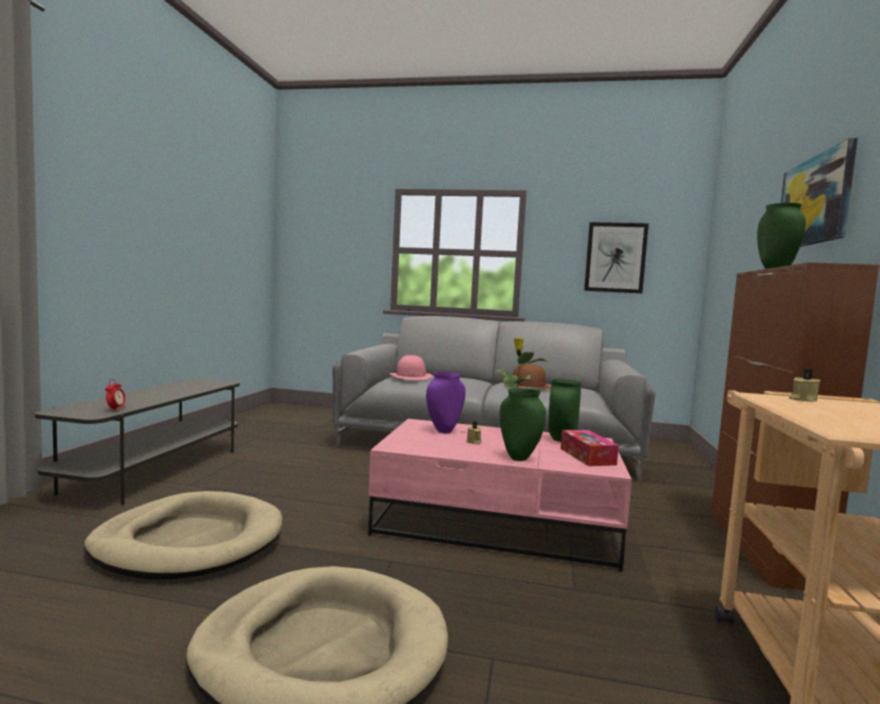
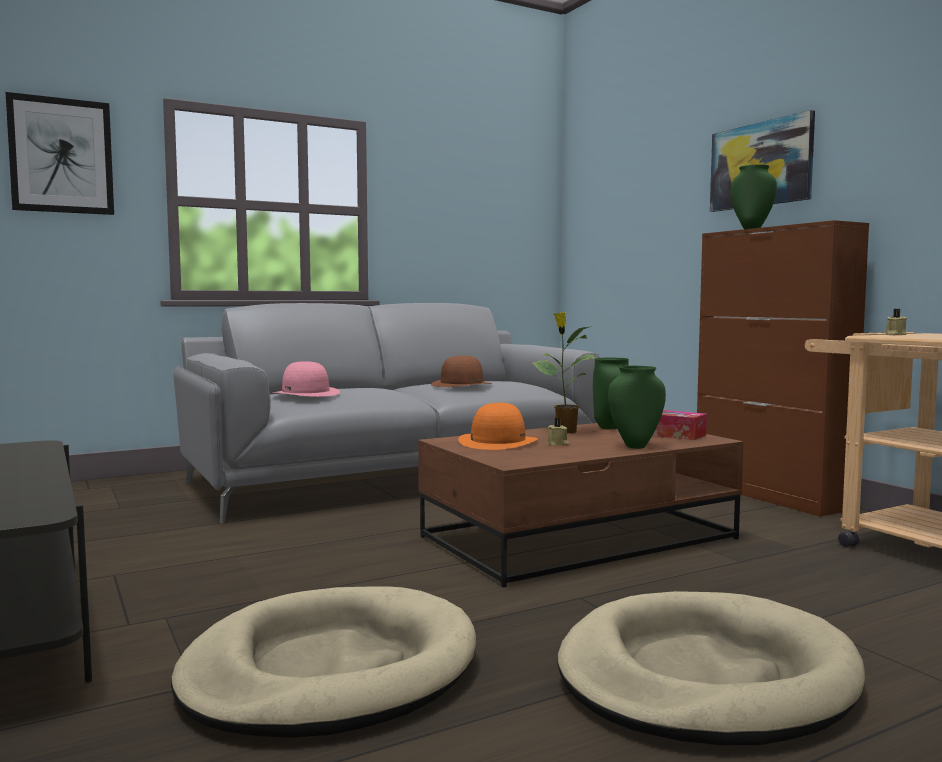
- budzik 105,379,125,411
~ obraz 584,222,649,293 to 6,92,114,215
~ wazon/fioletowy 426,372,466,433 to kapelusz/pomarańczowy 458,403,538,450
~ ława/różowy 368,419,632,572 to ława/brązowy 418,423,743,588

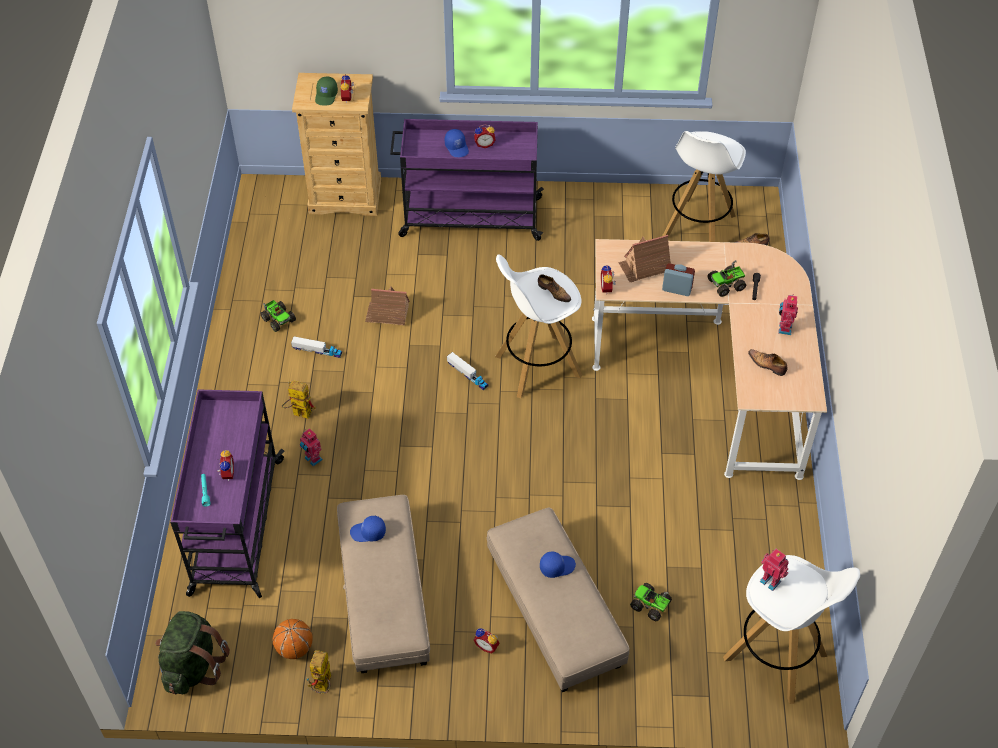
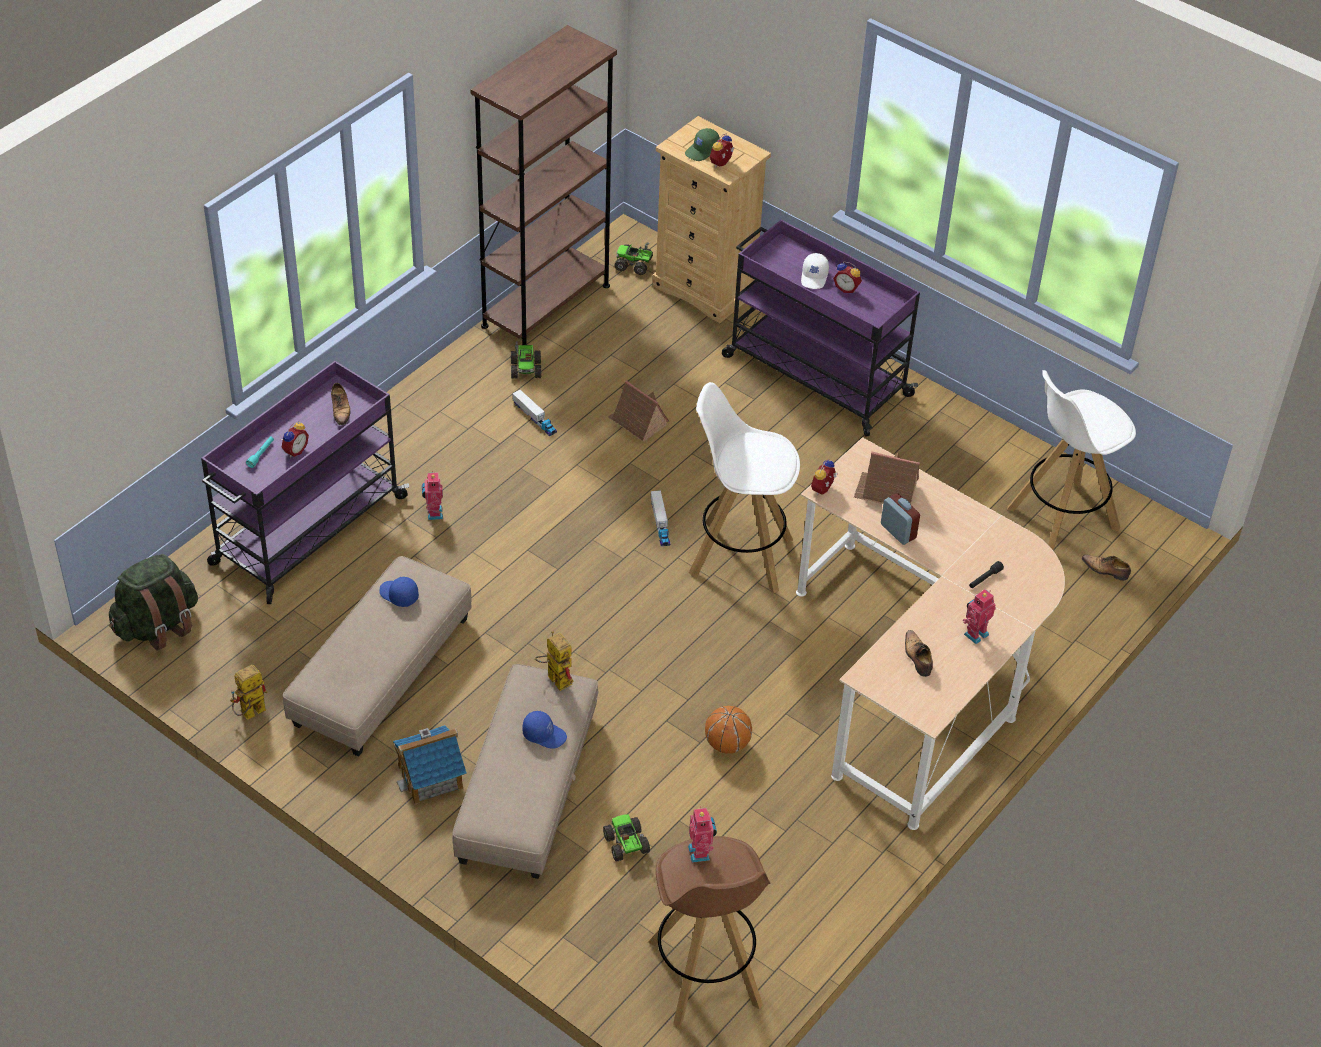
+ regał/brązowy 471,25,617,345
~ piłka do koszykówki 273,619,313,659 to 705,706,752,754
~ robot zabawkowy 281,380,316,419 to 535,631,574,691
~ but 538,274,571,302 to 331,383,351,425
~ ciężarówka zabawkowa 707,260,746,297 to 614,242,653,275
~ budzik 474,628,500,654 to domek 393,725,467,804
~ czapka z daszkiem/niebieski 445,129,469,157 to czapka z daszkiem/biały 801,253,829,289
~ stołek/biały 723,555,860,704 to stołek/brązowy 648,836,771,1027

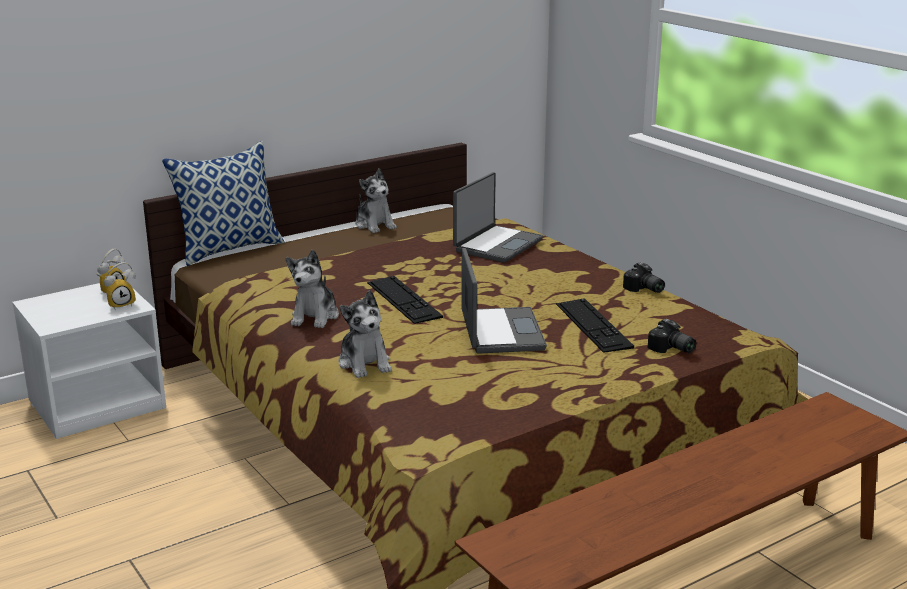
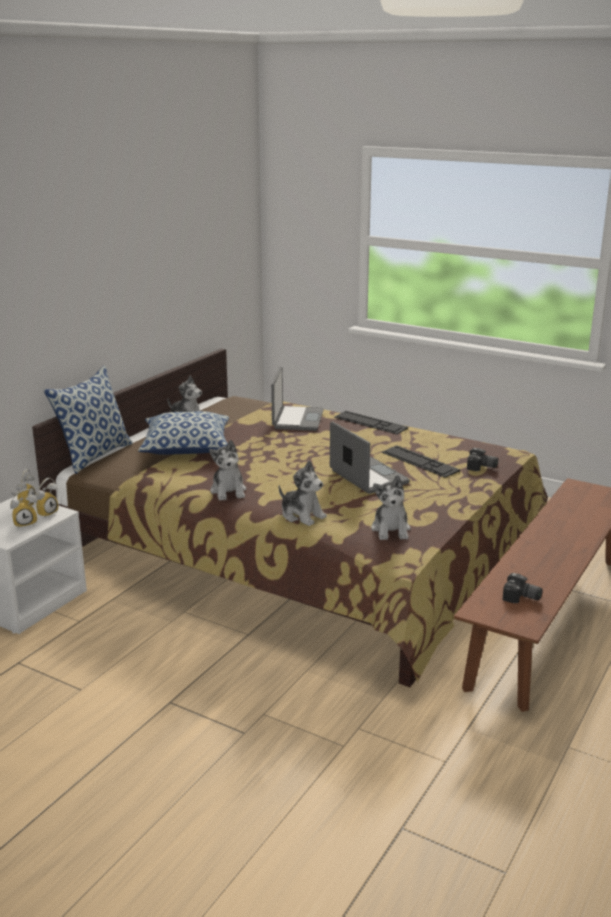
+ budzik 10,489,37,528
+ poduszka 138,411,229,455
+ pluszak 371,475,411,540
~ klawiatura 367,276,443,324 to 334,411,408,434
~ aparat fotograficzny 623,262,665,293 to 502,573,543,603

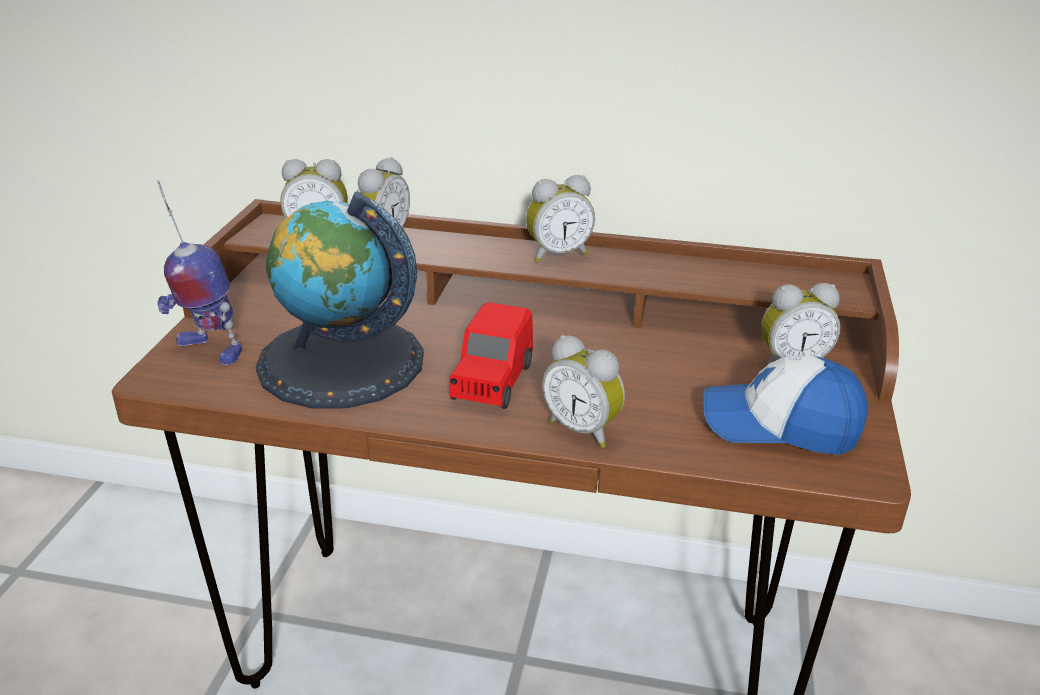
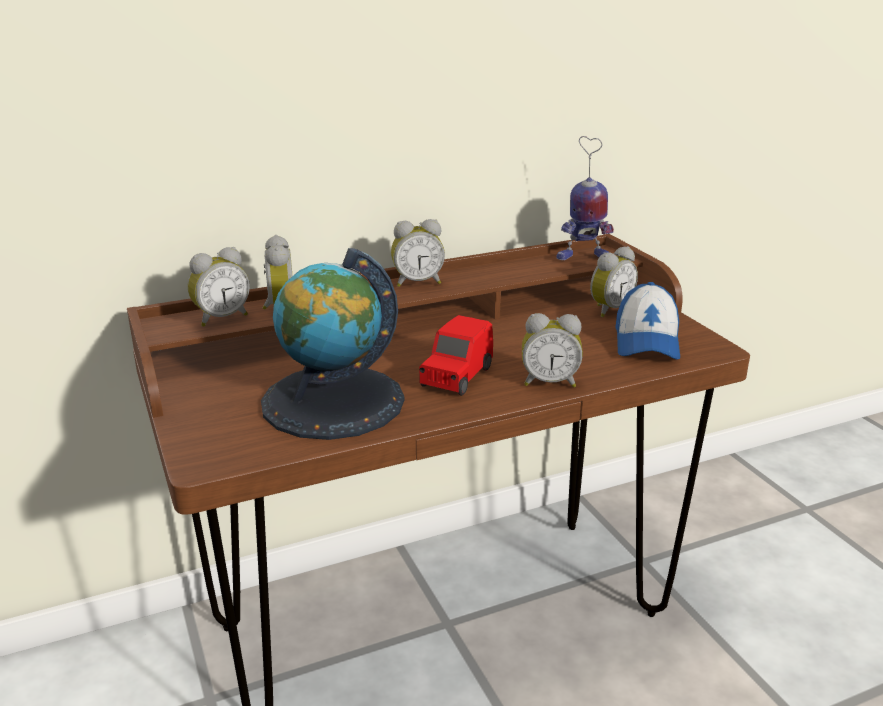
~ robot zabawkowy 157,181,242,365 to 557,136,614,260
~ samochodzik/czerwony 449,302,533,409 = 419,315,493,396 45 degrees clockwise
~ budzik 526,175,595,262 = 391,219,445,287 45 degrees clockwise
~ czapka z daszkiem 703,355,869,455 = 615,282,680,360 60 degrees counterclockwise

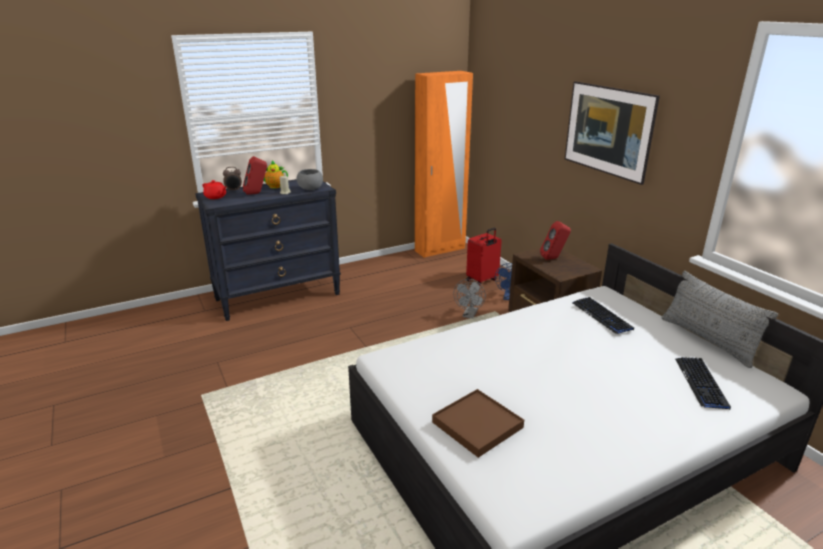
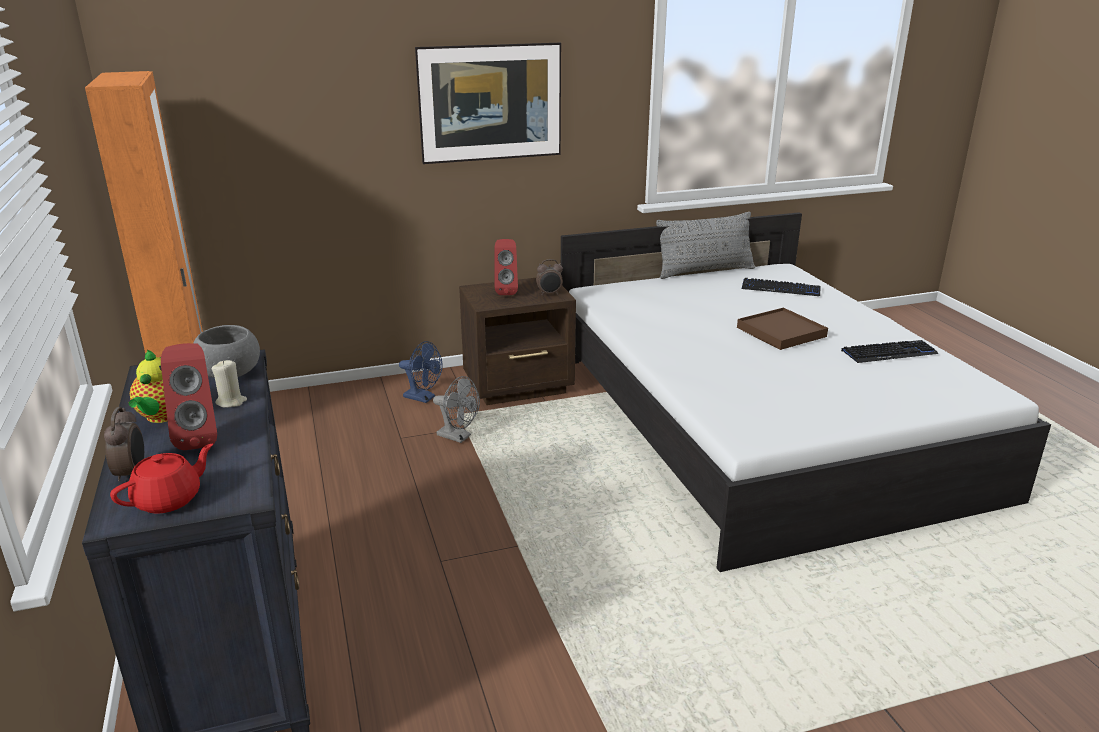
- walizka/czerwony 466,228,502,286
+ budzik 536,259,563,295
~ taca/brązowy 432,389,524,458 to 737,308,828,350
~ klawiatura 572,297,634,334 to 841,340,939,363

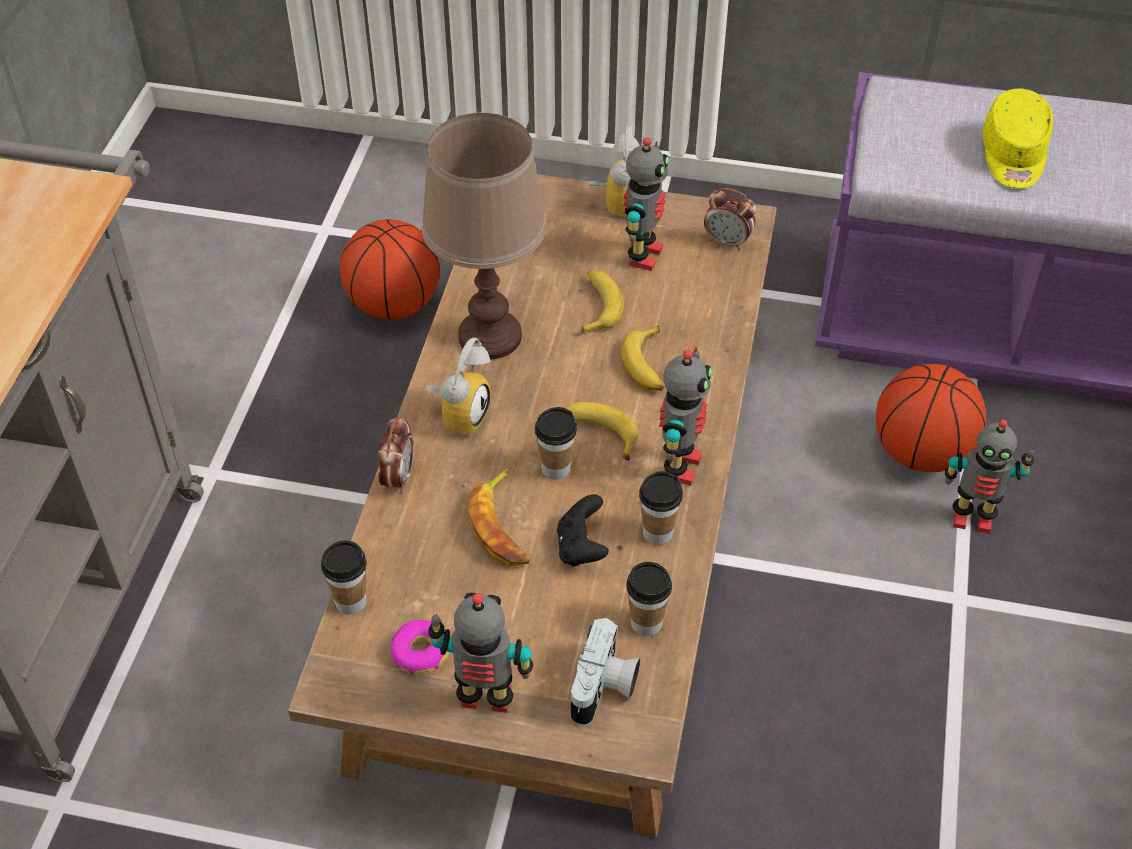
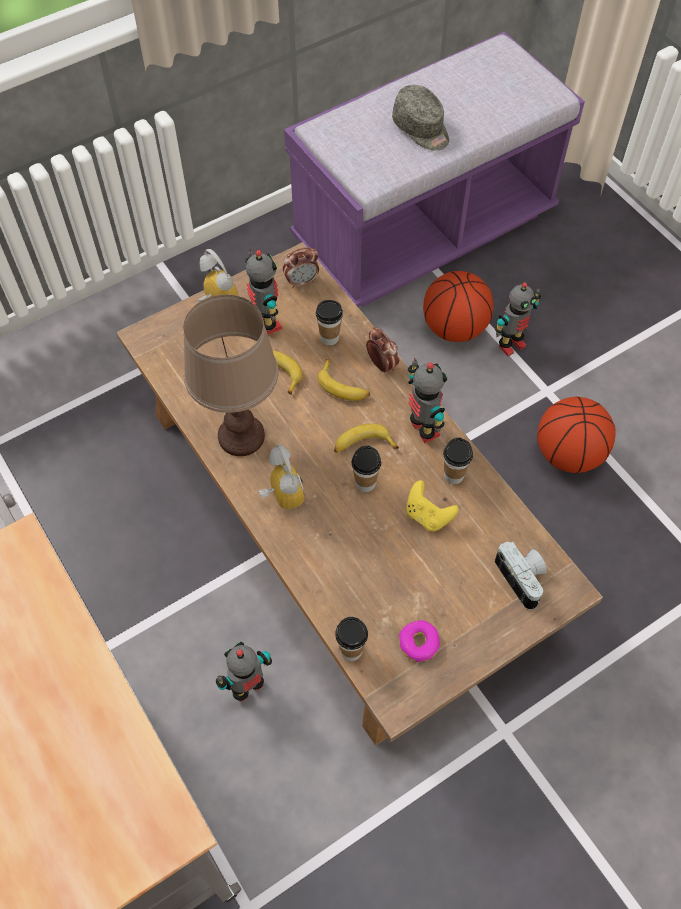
- banan 468,467,530,566
~ piłka do koszykówki 340,219,440,320 to 537,397,616,473
~ budzik 378,415,414,494 to 366,327,399,374
~ robot zabawkowy 428,592,533,713 to 216,642,272,702
~ filiżanka 626,562,672,636 to 316,300,343,345
~ pad do gier/czarny 557,494,609,567 to pad do gier/żółty 406,480,459,532
~ czapka z daszkiem/żółty 982,89,1053,189 to czapka z daszkiem/szary 392,85,449,151

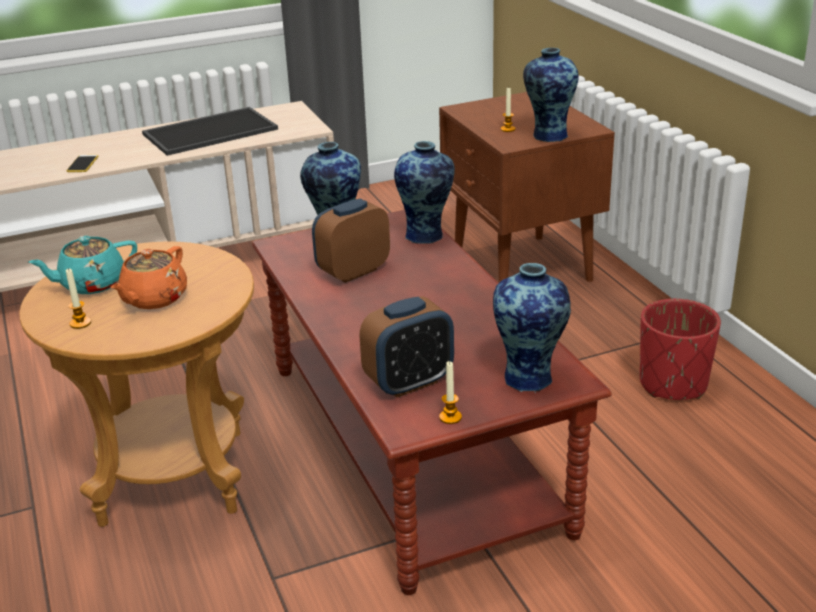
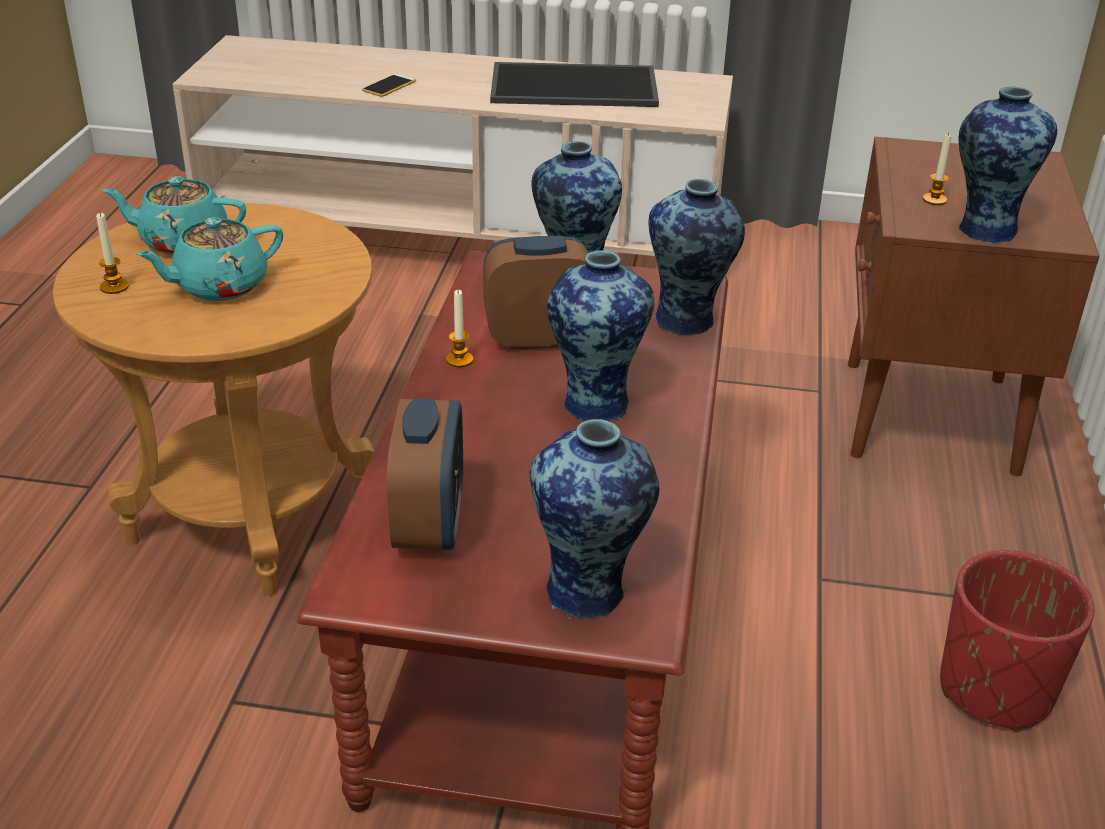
+ wazon 547,250,654,421
~ świeca 439,361,462,424 to 446,290,473,367
~ imbryk/pomarańczowy 111,246,187,309 to imbryk/turkusowy 136,217,283,301
~ budzik 360,296,454,398 = 387,399,463,550 90 degrees counterclockwise

